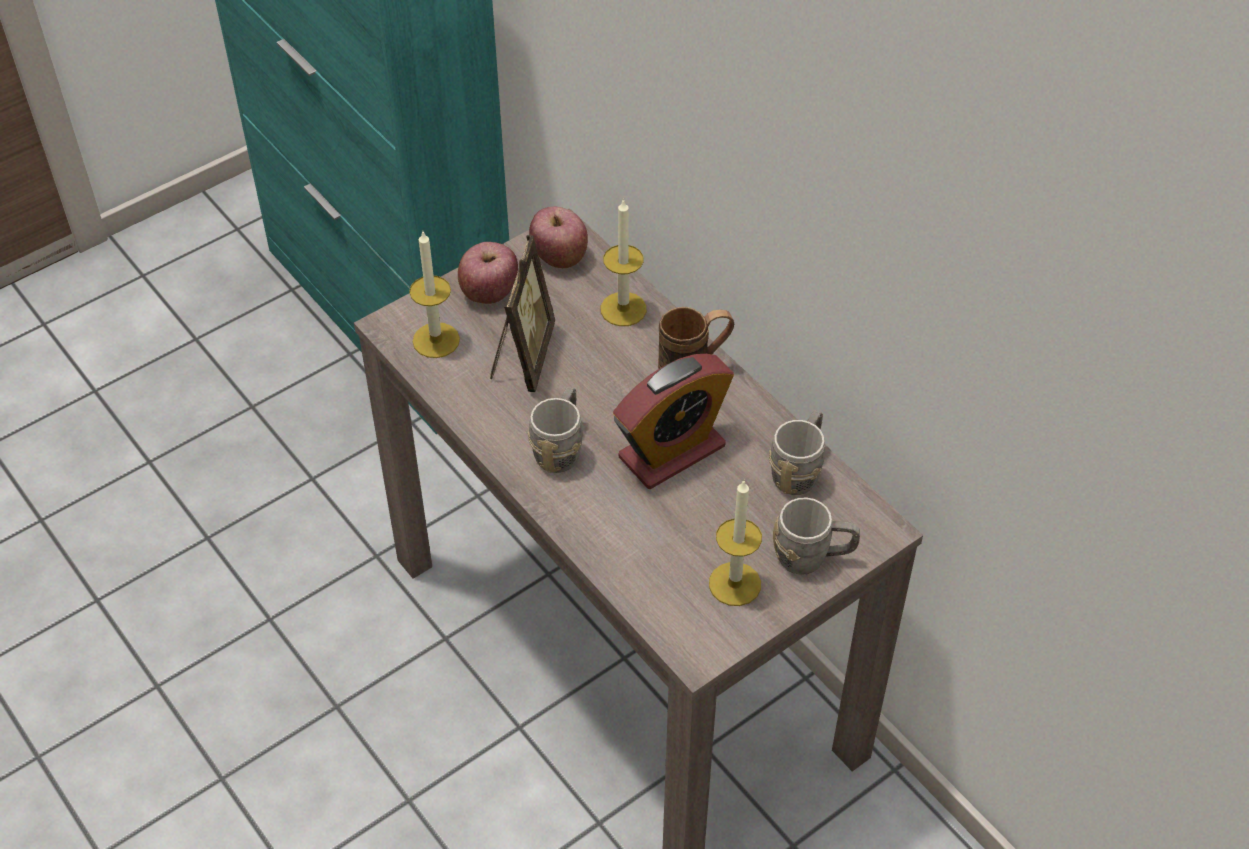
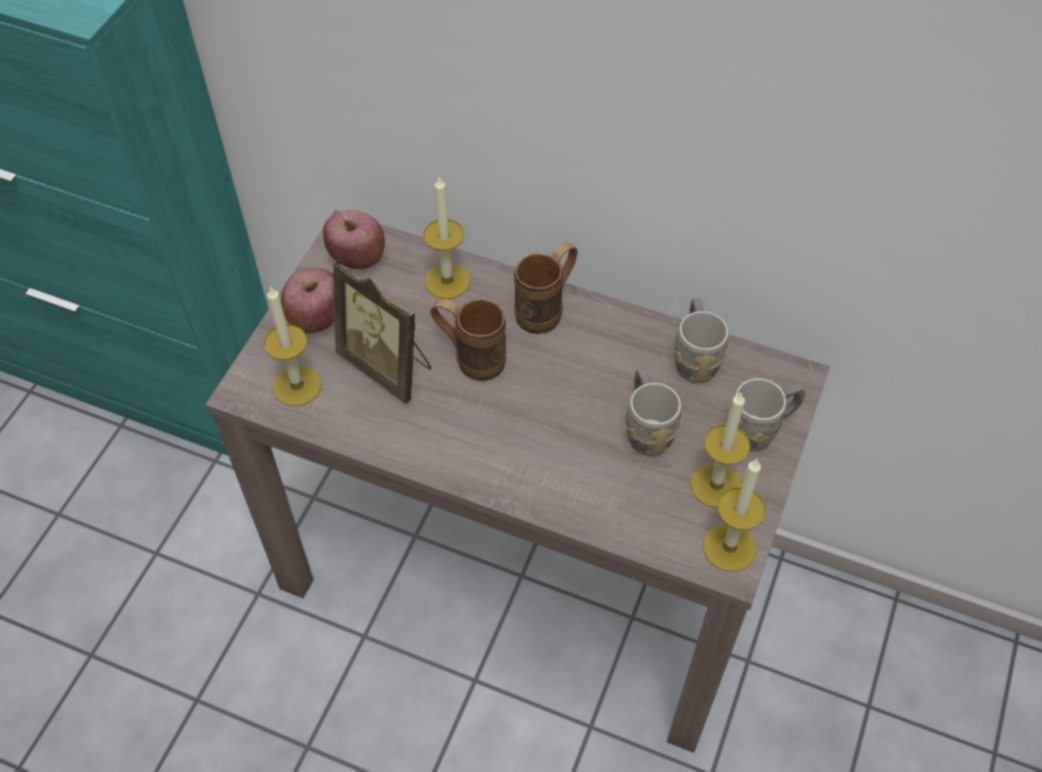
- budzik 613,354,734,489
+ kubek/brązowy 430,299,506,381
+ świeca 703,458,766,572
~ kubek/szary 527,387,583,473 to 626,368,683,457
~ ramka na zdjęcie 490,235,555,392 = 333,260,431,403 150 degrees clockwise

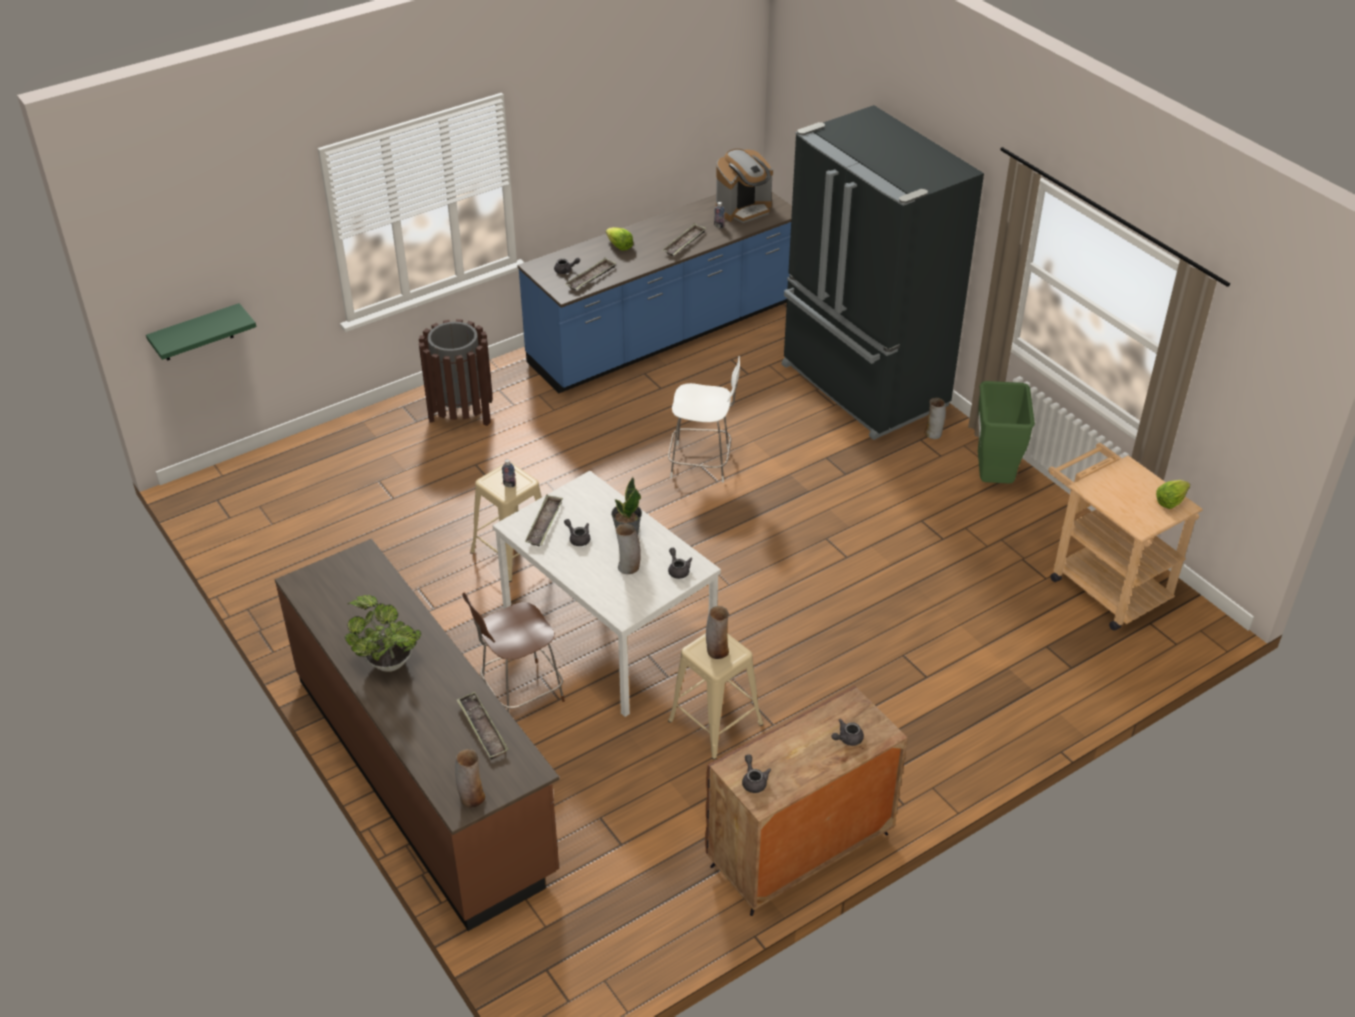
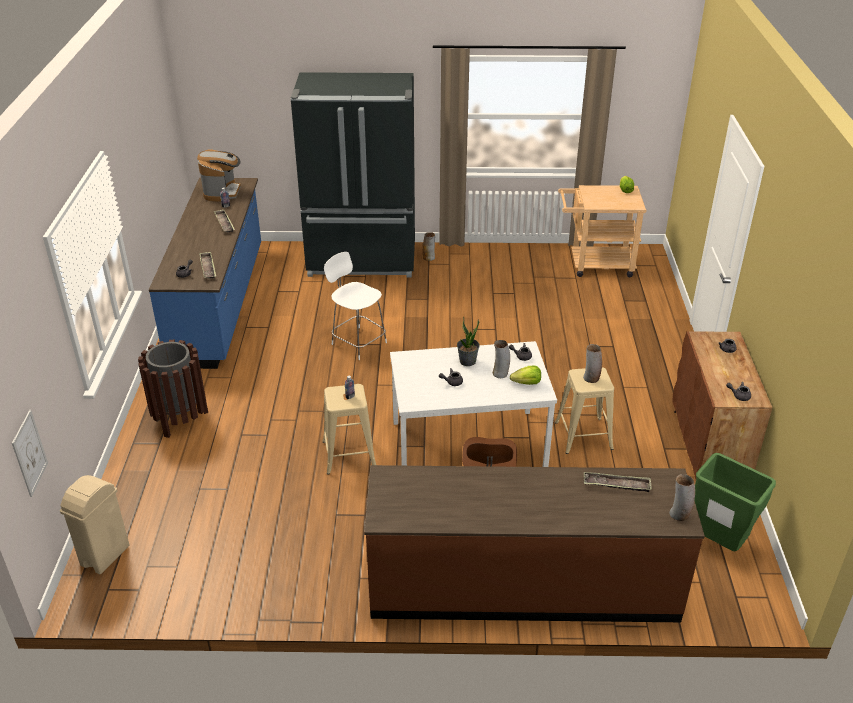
- roślina doniczkowa 345,595,421,672
- taca 525,495,563,546
+ kosz na śmieci/beżowy 60,475,129,574
~ sałata 606,227,633,251 to 510,366,541,385
~ kosz na śmieci/zielony 978,381,1035,484 to 695,453,776,552
~ półka/zielony 146,303,257,361 to obraz 12,410,48,497
~ krzesło/biały 668,356,740,482 = 324,252,387,360 90 degrees counterclockwise

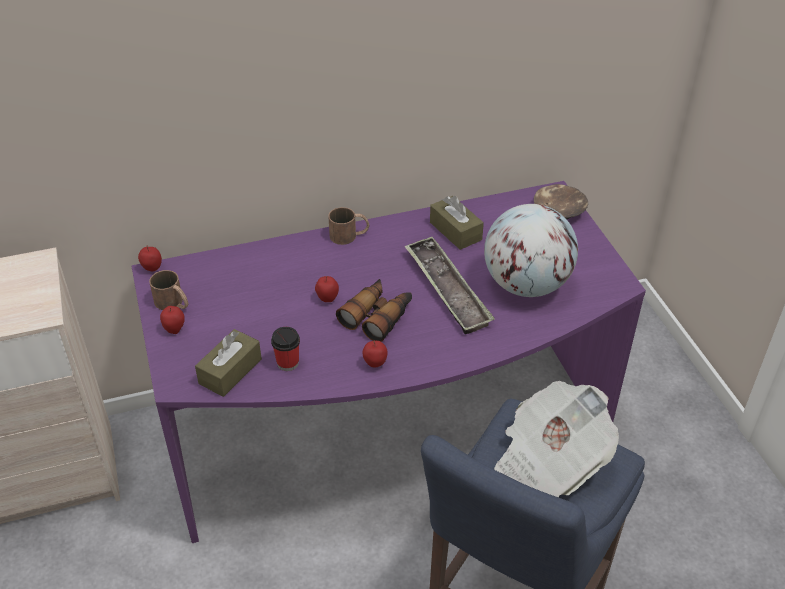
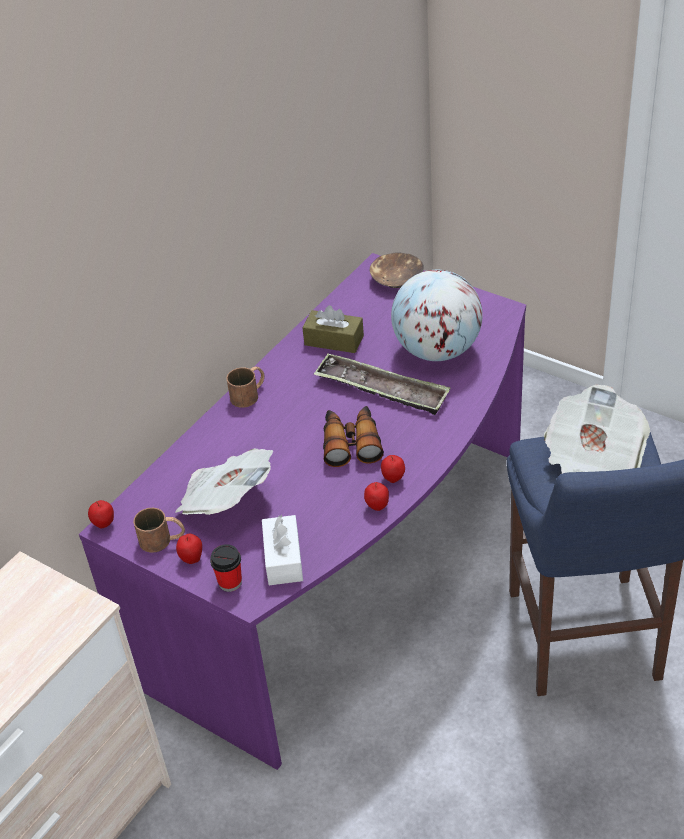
+ gazeta 176,449,273,515
~ filiżanka 271,327,300,371 to 210,544,242,592
~ jabłko 315,276,339,302 to 364,482,389,511
~ pudełko chusteczek/brązowy 195,329,262,397 to pudełko chusteczek/biały 262,515,303,585

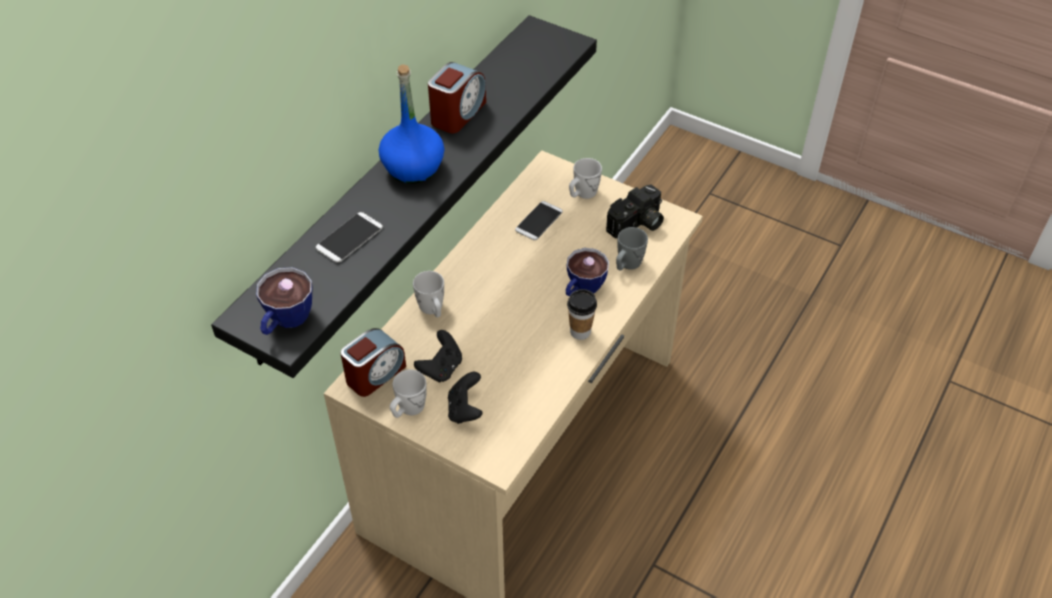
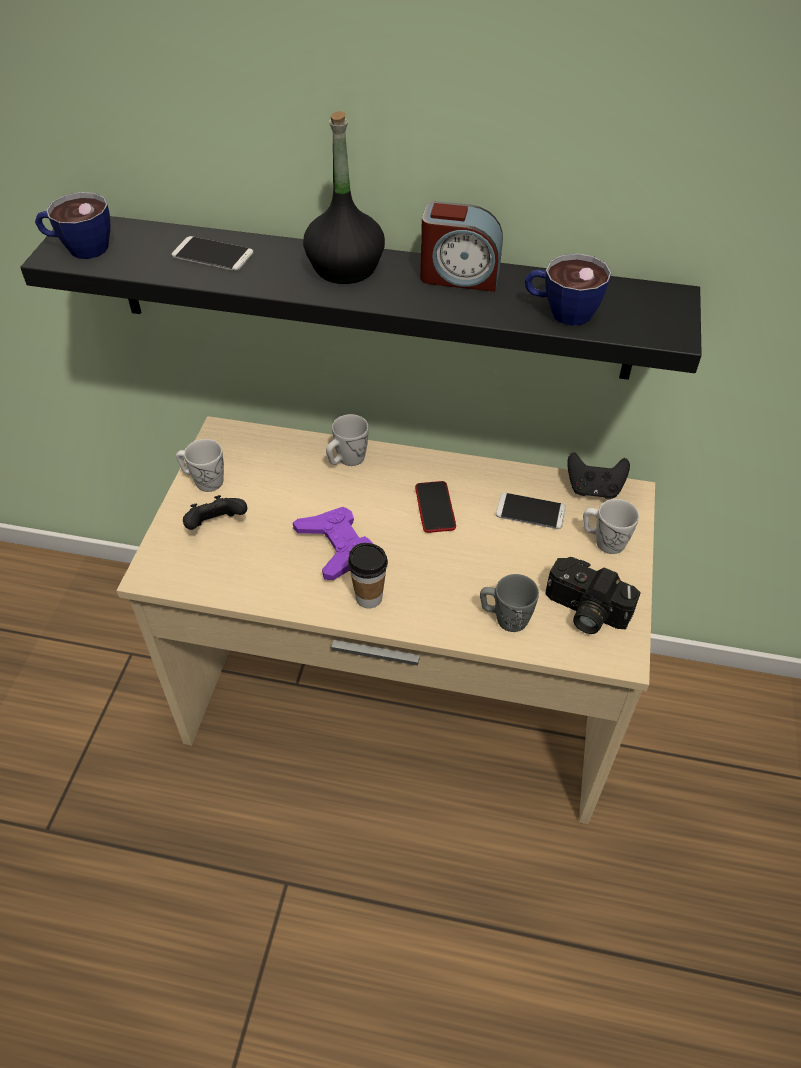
- budzik 340,328,406,397
+ pad do gier/fioletowy 293,507,373,580
+ telefon 415,481,456,533
~ pad do gier/czarny 414,330,462,383 to 567,452,630,499
~ filiżanka 565,248,609,296 to 525,253,612,326
~ butelka/niebieski 379,64,444,184 to butelka/czarny 303,111,385,284

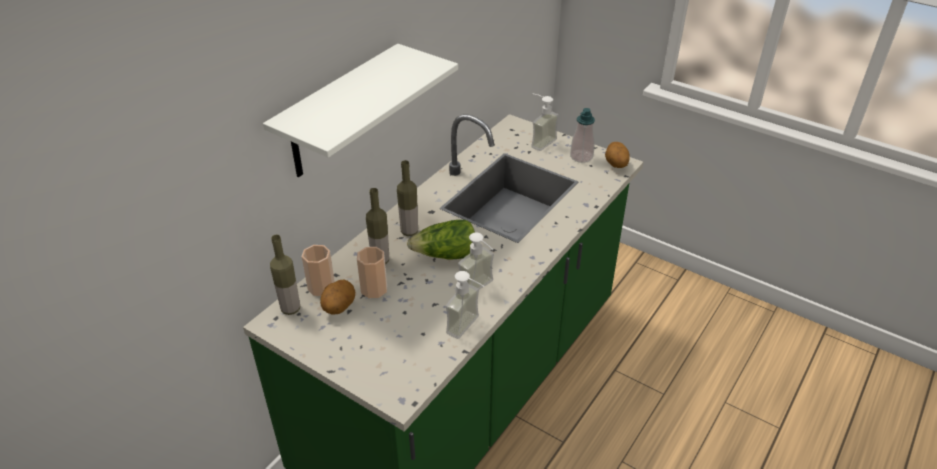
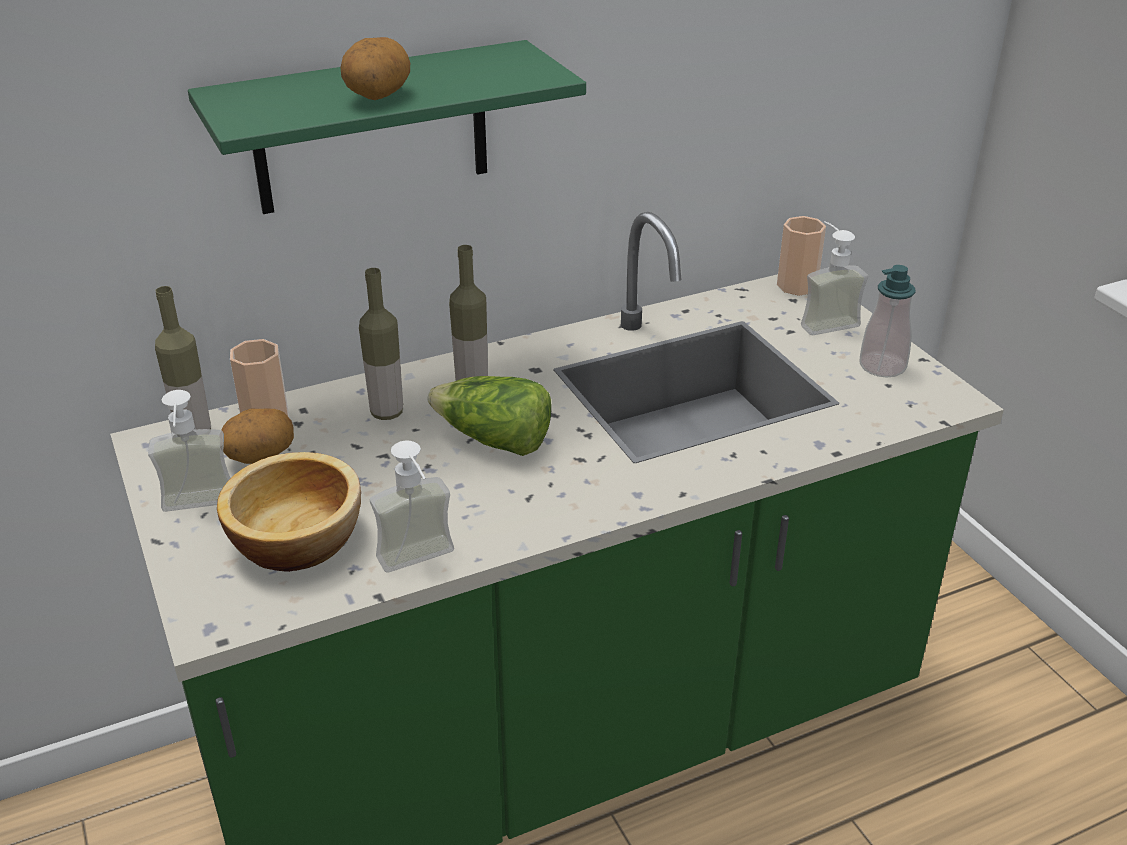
+ miska 217,452,361,572
~ filiżanka 357,247,387,298 to 777,216,826,296
~ dozownik mydła 458,232,494,290 to 148,390,230,512
~ ziemniak 605,142,630,168 to 340,37,410,100
~ półka/biały 263,44,458,177 to półka/zielony 188,40,586,214

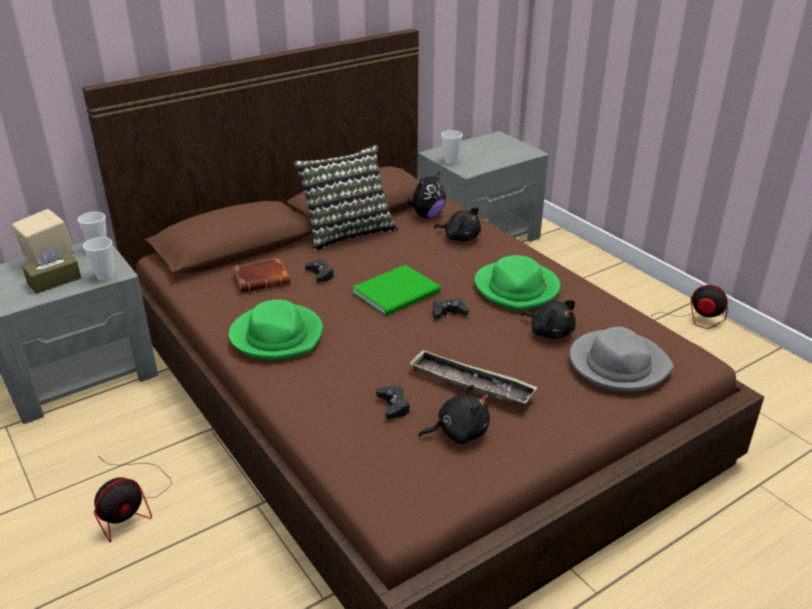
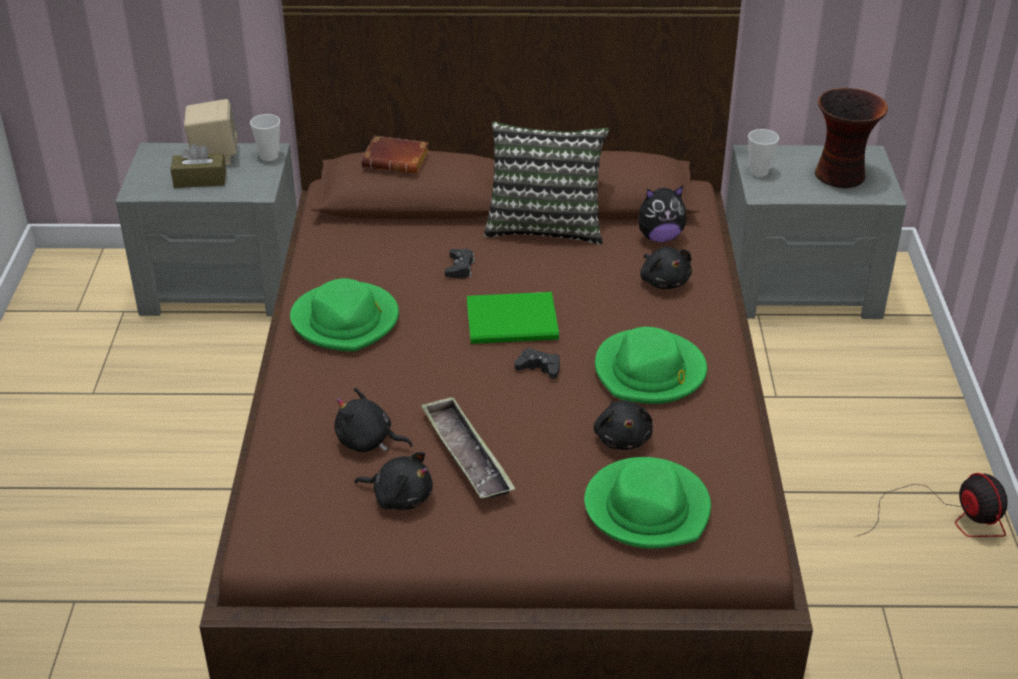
- filiżanka 83,237,114,280
- wentylator 94,461,172,543
+ wazon 815,88,888,188
~ książka/brązowy 232,258,290,293 to 361,136,429,174
~ pad do gier/czarny 376,385,411,419 to pluszak/czarny 334,388,413,452
~ kapelusz/szary 569,327,674,392 to kapelusz/zielony 584,457,711,549

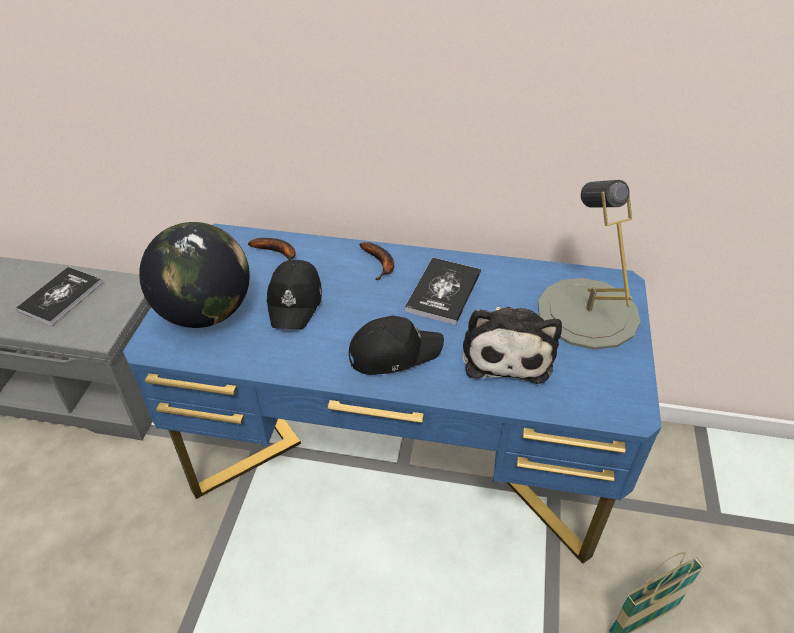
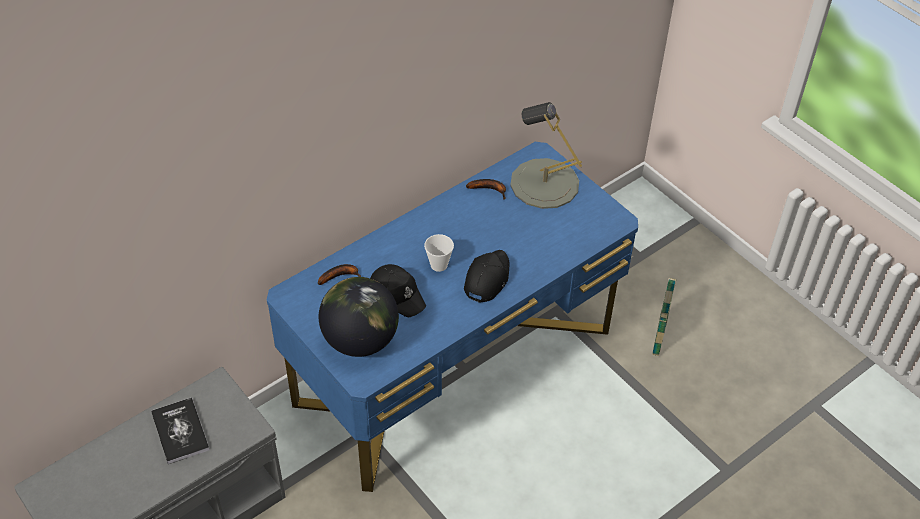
- książka 405,257,481,325
- pluszak 462,307,562,384
+ filiżanka 424,234,454,272
~ banan 359,242,394,280 to 466,179,506,200

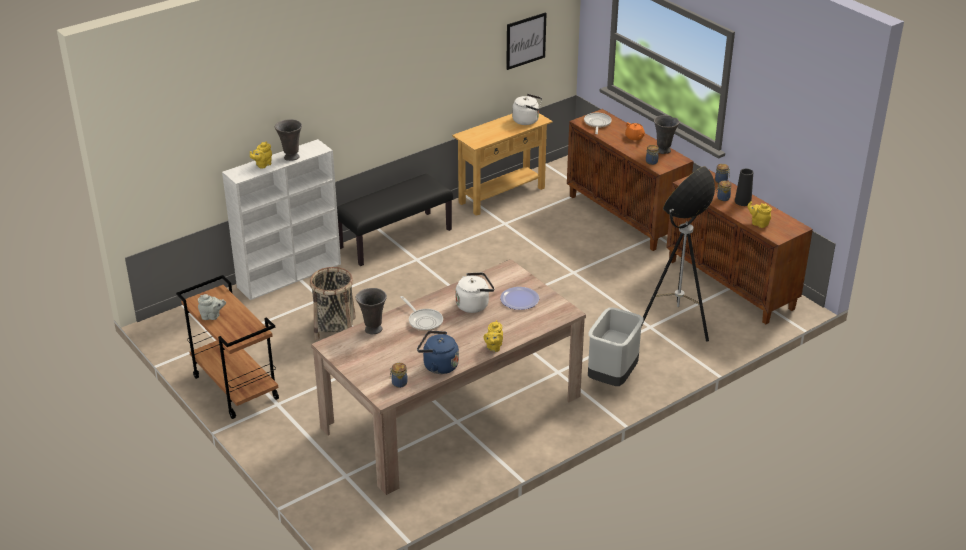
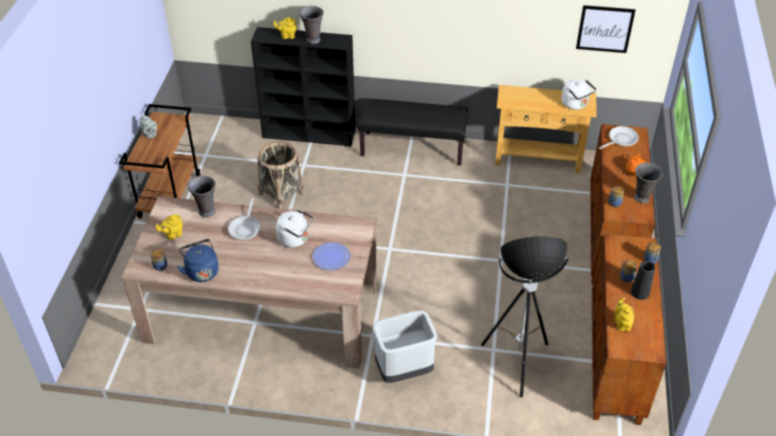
~ imbryk/żółty 484,320,503,352 to 156,215,183,240
~ regał/biały 222,139,341,300 to regał/czarny 251,27,355,146

